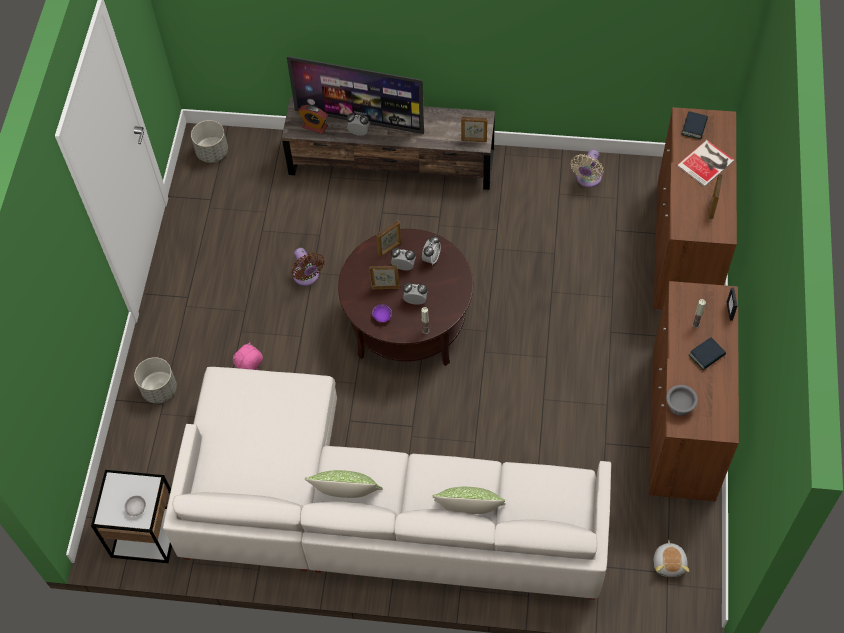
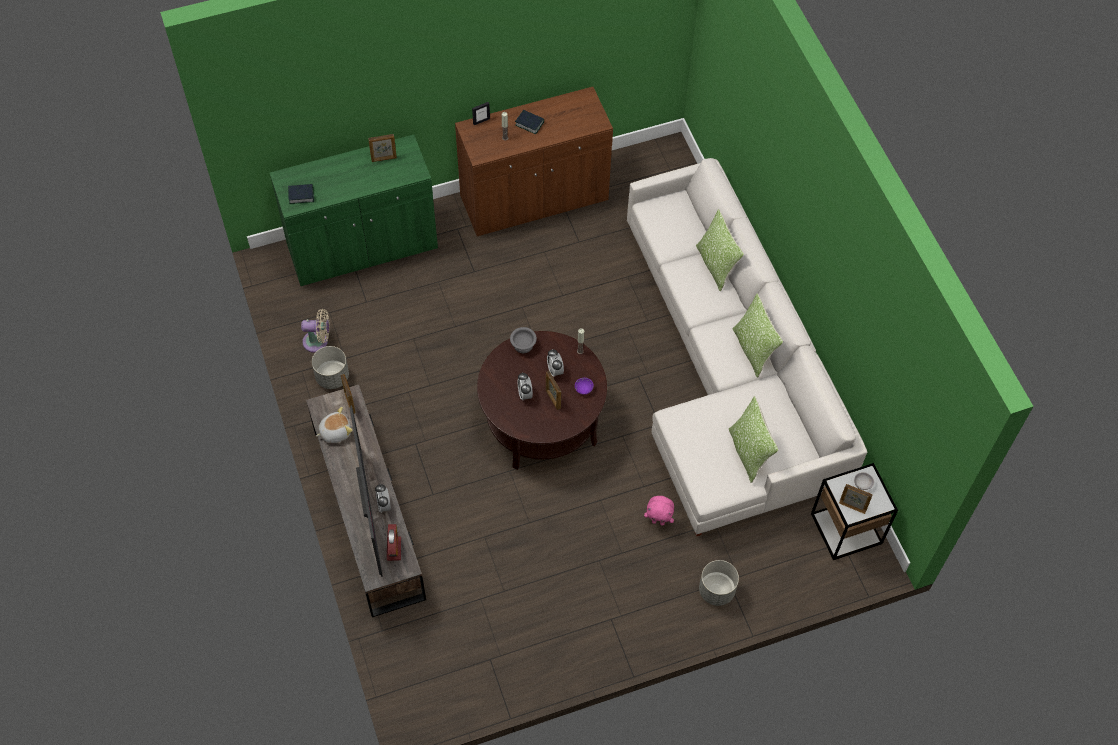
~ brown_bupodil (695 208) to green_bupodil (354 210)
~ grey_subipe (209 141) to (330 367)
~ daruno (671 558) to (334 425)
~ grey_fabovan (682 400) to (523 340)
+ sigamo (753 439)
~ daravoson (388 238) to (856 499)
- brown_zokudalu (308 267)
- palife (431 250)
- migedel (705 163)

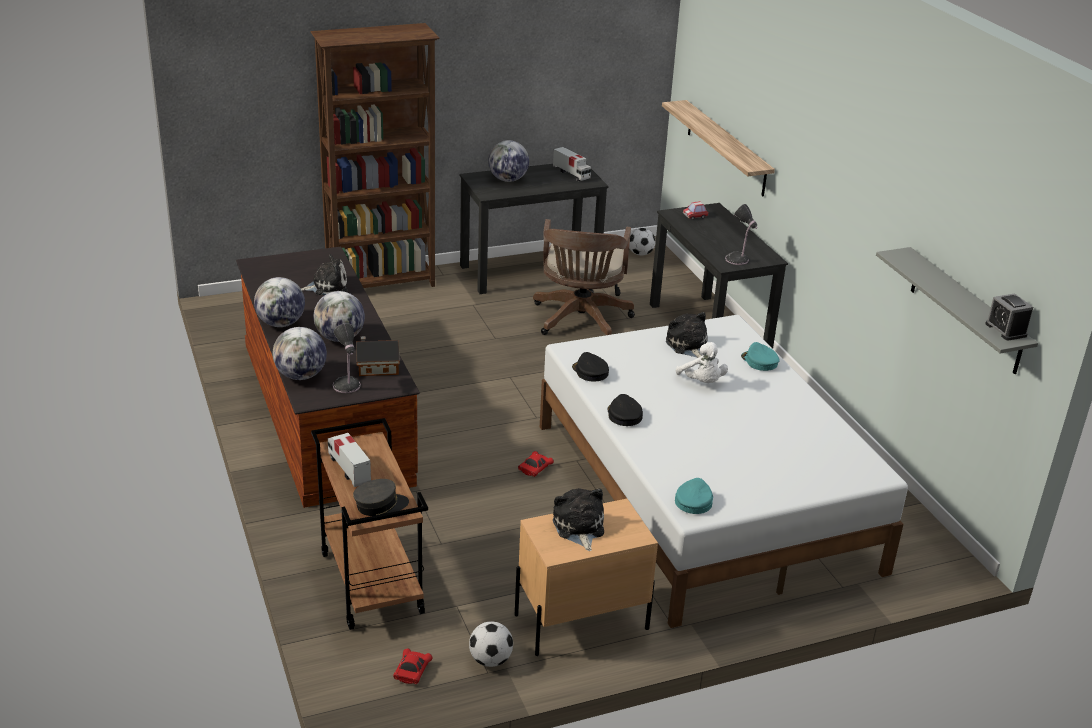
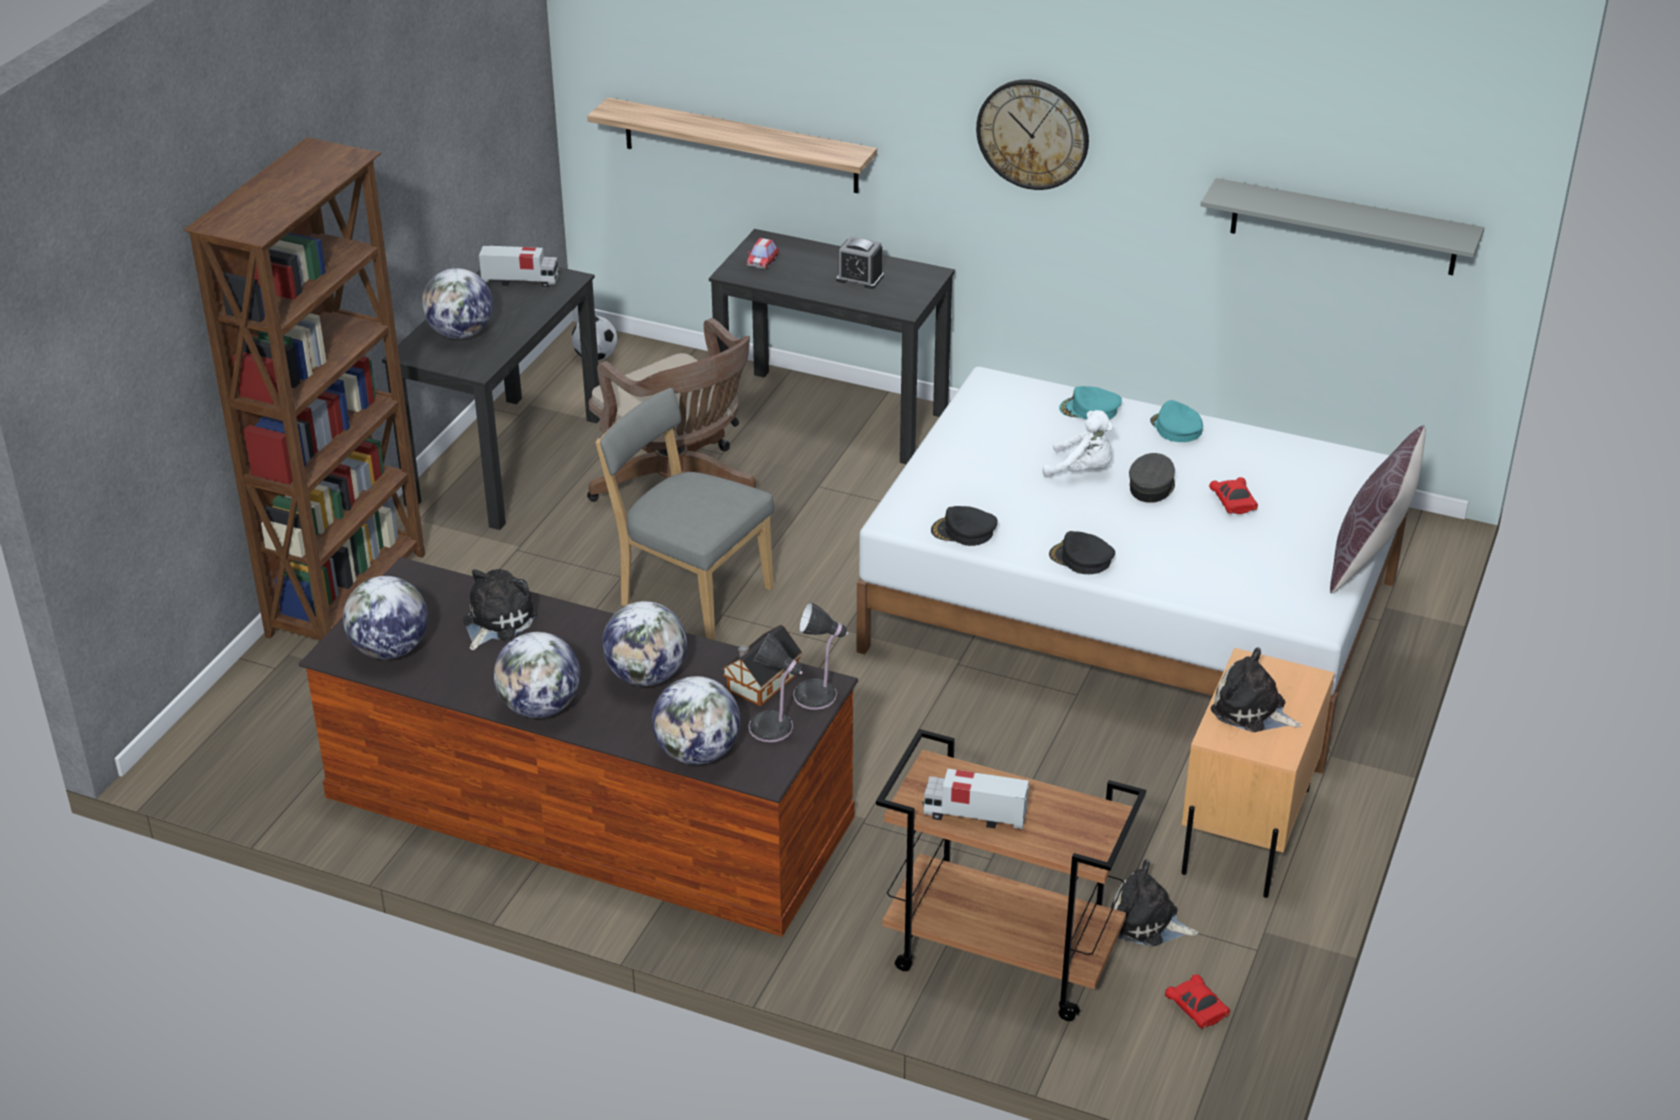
+ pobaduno (385 617)
+ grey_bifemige (684 514)
~ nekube (741 234) to (821 656)
~ palife (1009 317) to (860 262)
+ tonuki (1032 134)
~ daruno (686 335) to (1154 903)
~ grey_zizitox (381 497) to (1152 478)
~ turquoise_zizitox (694 496) to (1176 421)
~ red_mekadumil (536 464) to (1233 495)
+ brown_sigamo (1378 509)
- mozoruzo (491 644)

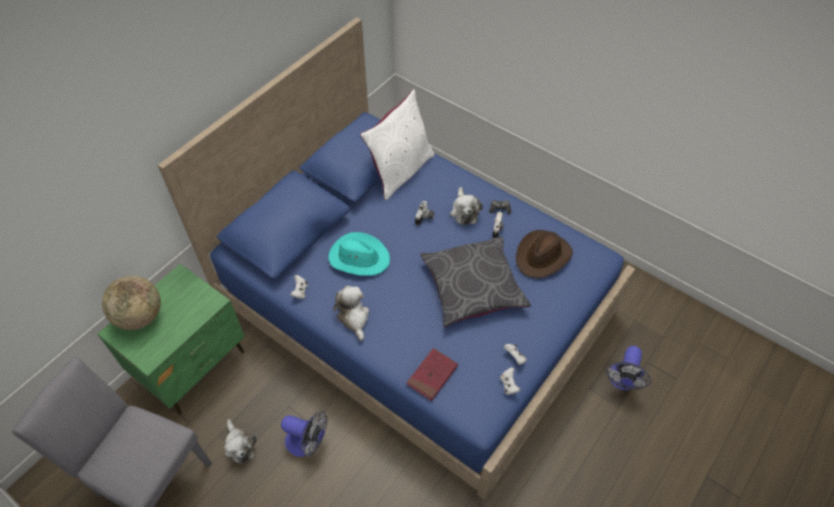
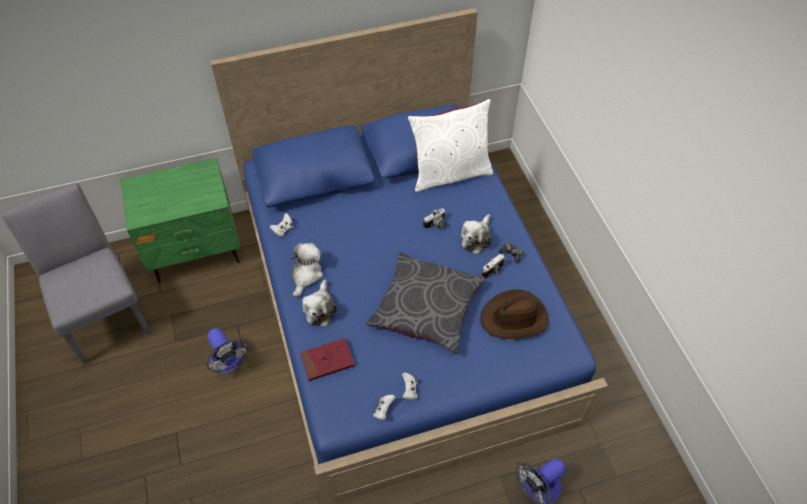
~ daruno (240 441) to (319 302)
- pobaduno (131 303)
- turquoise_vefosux (359 254)

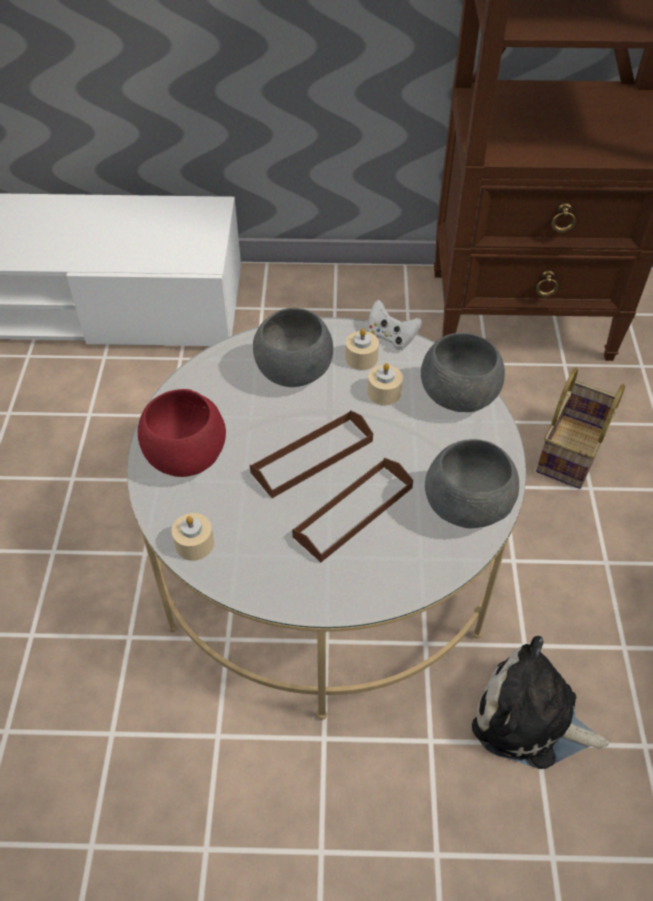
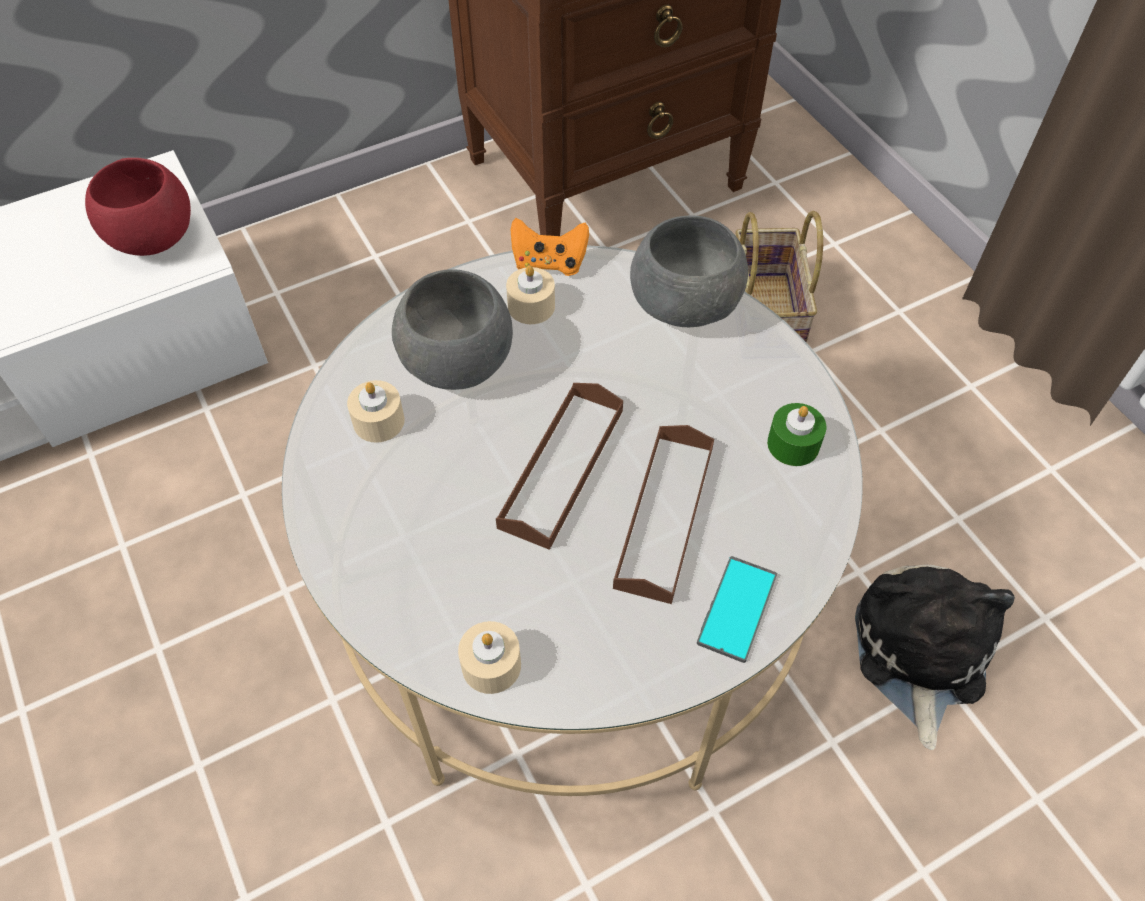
~ red_fabovan (182 433) to (138 207)
~ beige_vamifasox (385 384) to (376 411)
~ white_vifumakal (394 325) to orange_vifumakal (550 247)
+ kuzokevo (737 609)
~ grey_fabovan (472 483) to green_vamifasox (796 434)
~ daruno (540 702) = (935 657) 105 degrees clockwise

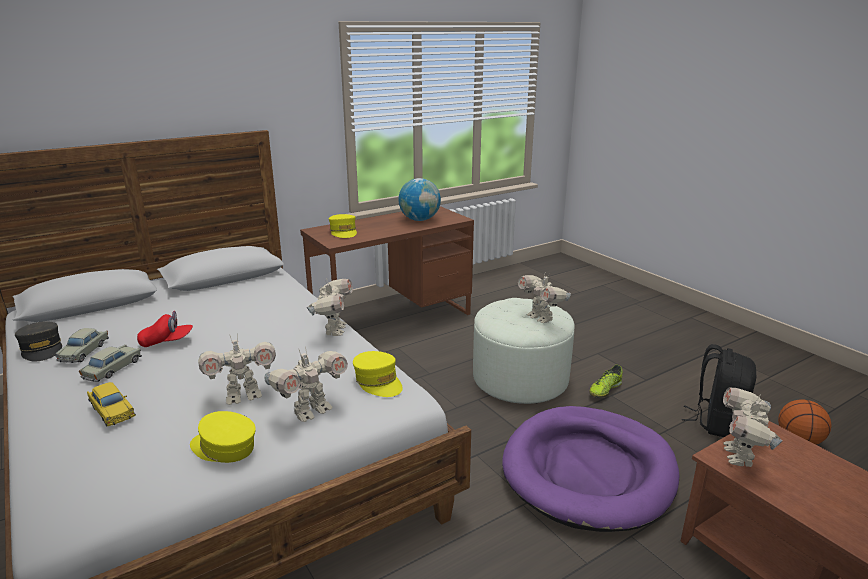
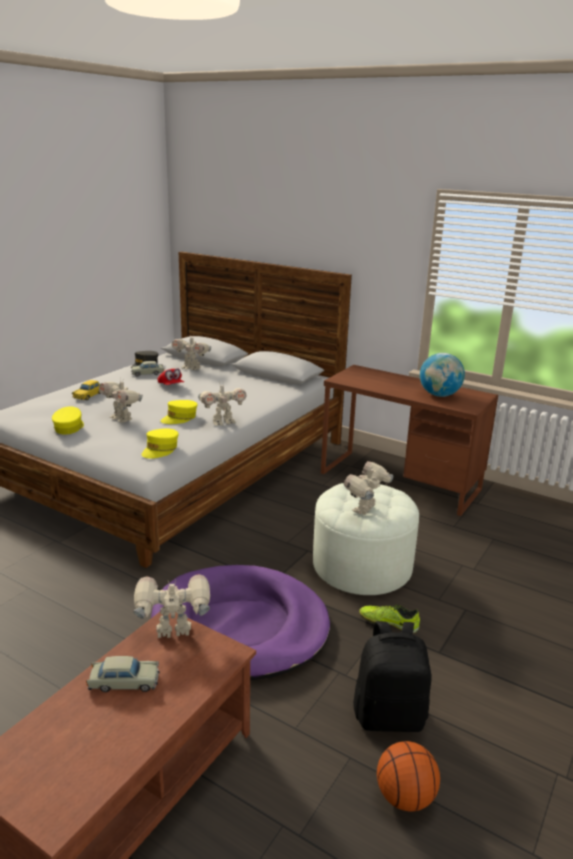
~ beige_mekadumil (110 363) to (123 674)
~ yellow_zizitox (343 226) to (179 412)
~ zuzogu (306 384) to (191 352)

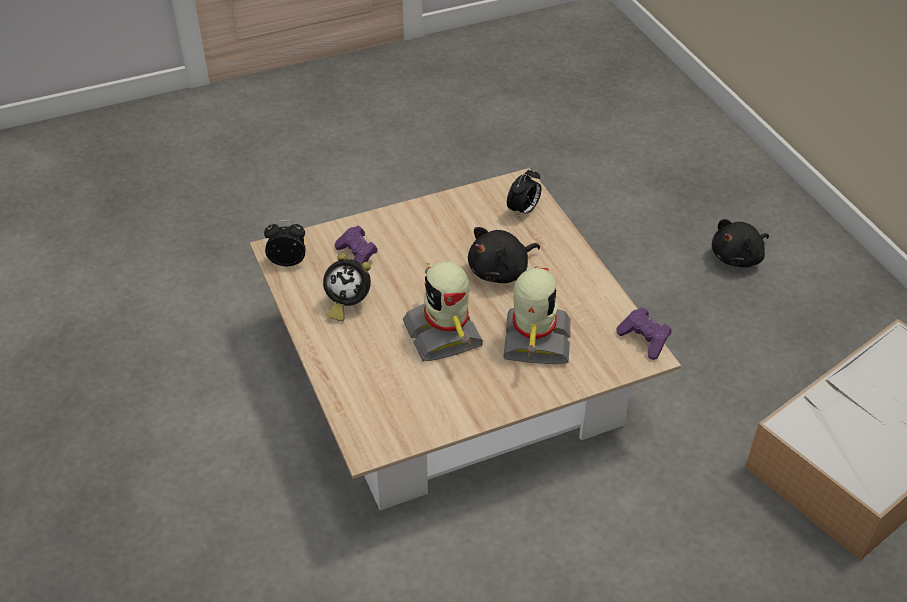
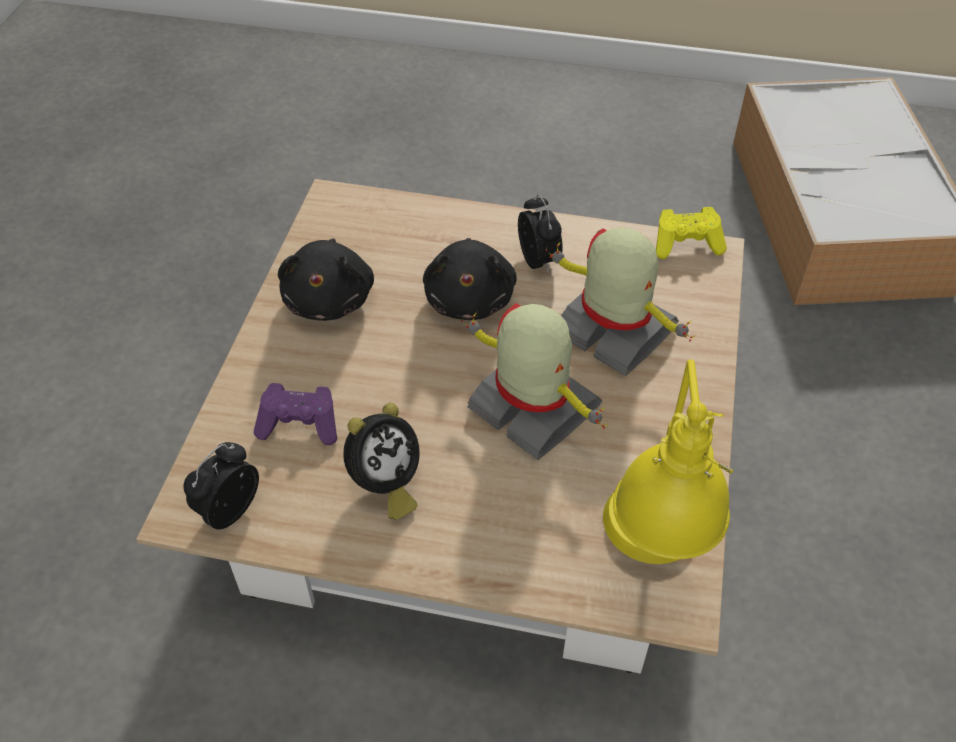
~ black_daruno (740 243) to (326 280)
~ zuzogu (443 311) = (534 381) 150 degrees counterclockwise
~ palife (524 193) to (540 233)
+ yellow_nekube (668 461)
~ purple_vifumakal (643 333) to yellow_vifumakal (691 233)

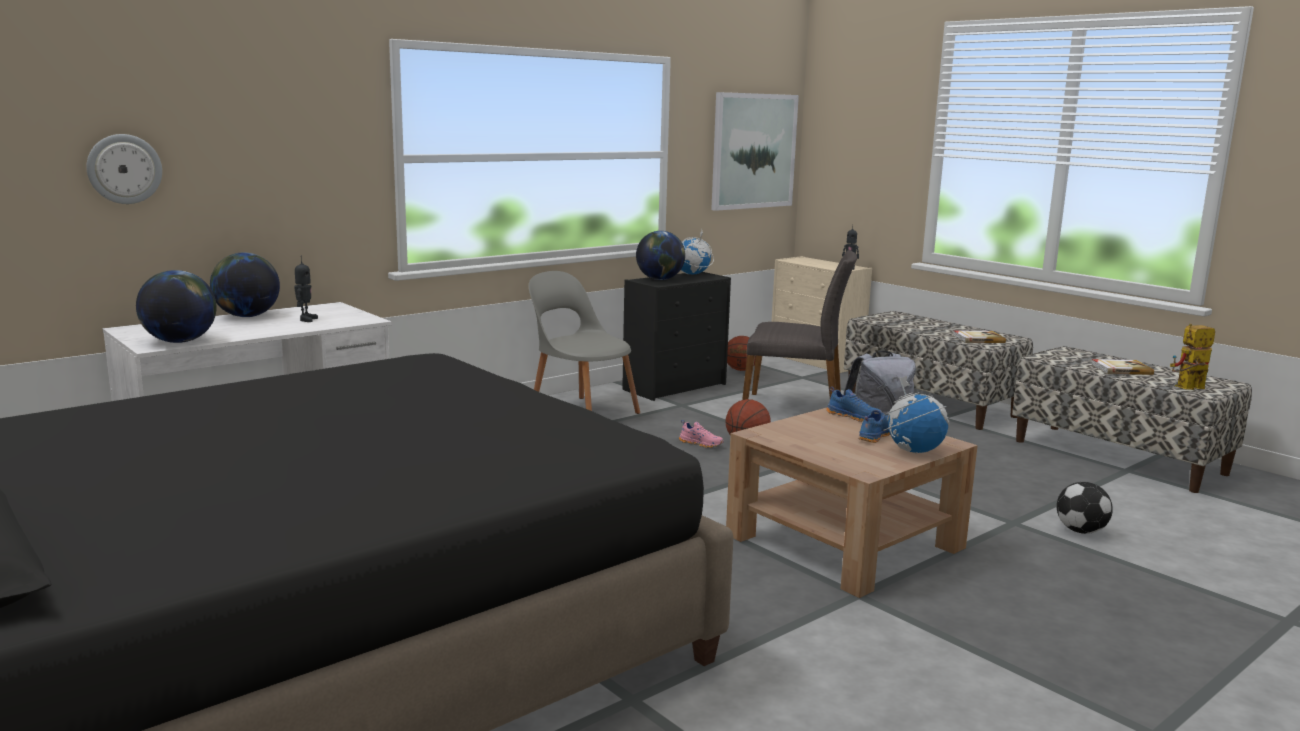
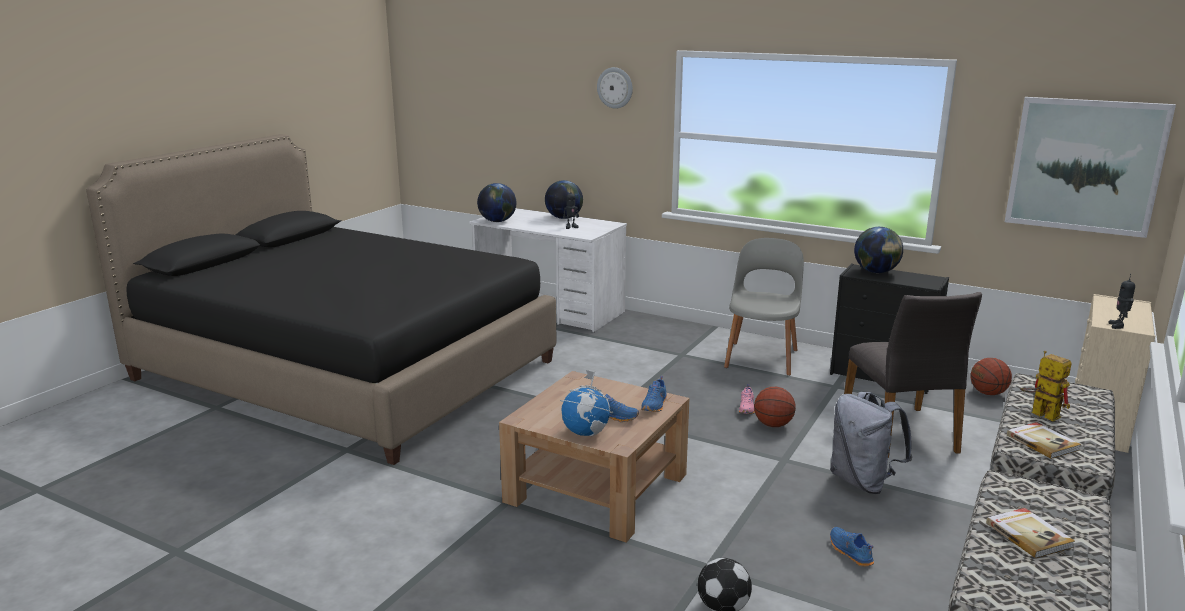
~ tonuki (124 169) to (615 88)
+ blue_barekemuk (852 546)
~ zuzogu (1192 356) to (1046 386)
- pobaduno (697 252)

